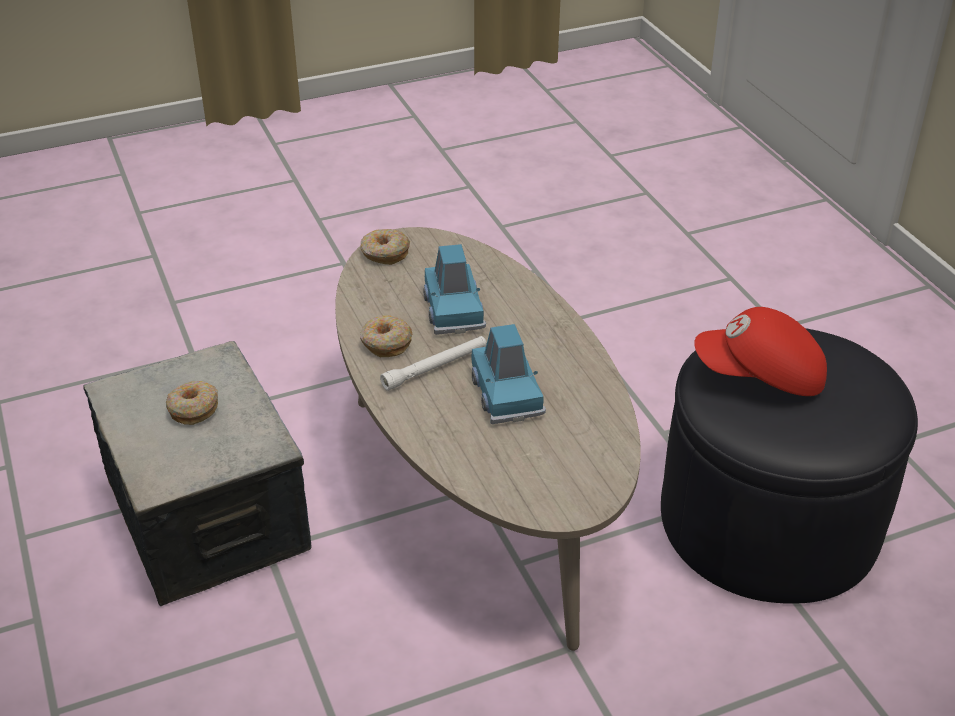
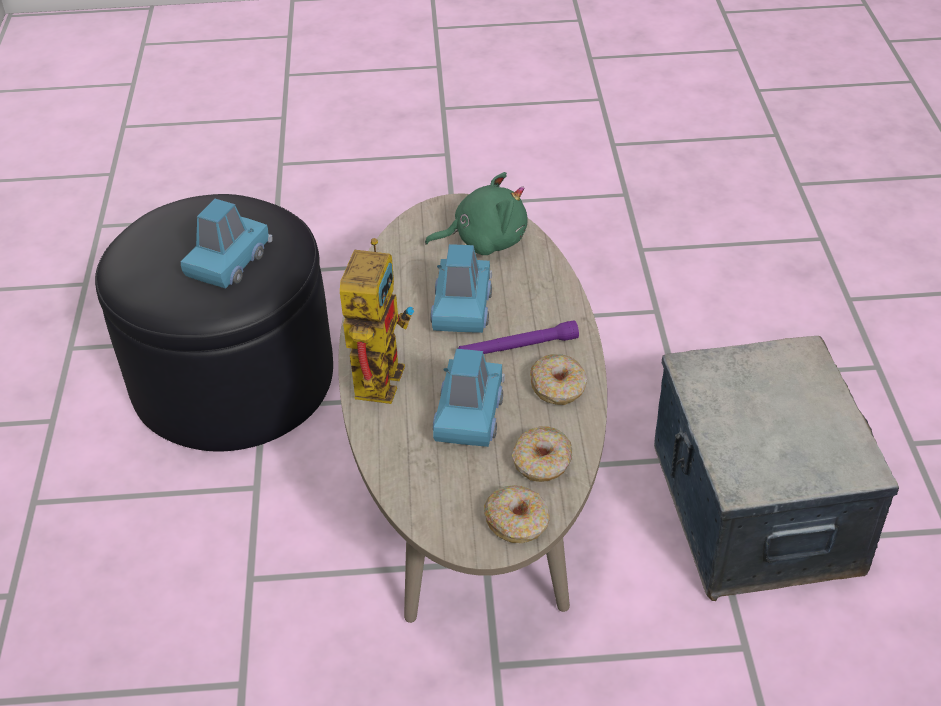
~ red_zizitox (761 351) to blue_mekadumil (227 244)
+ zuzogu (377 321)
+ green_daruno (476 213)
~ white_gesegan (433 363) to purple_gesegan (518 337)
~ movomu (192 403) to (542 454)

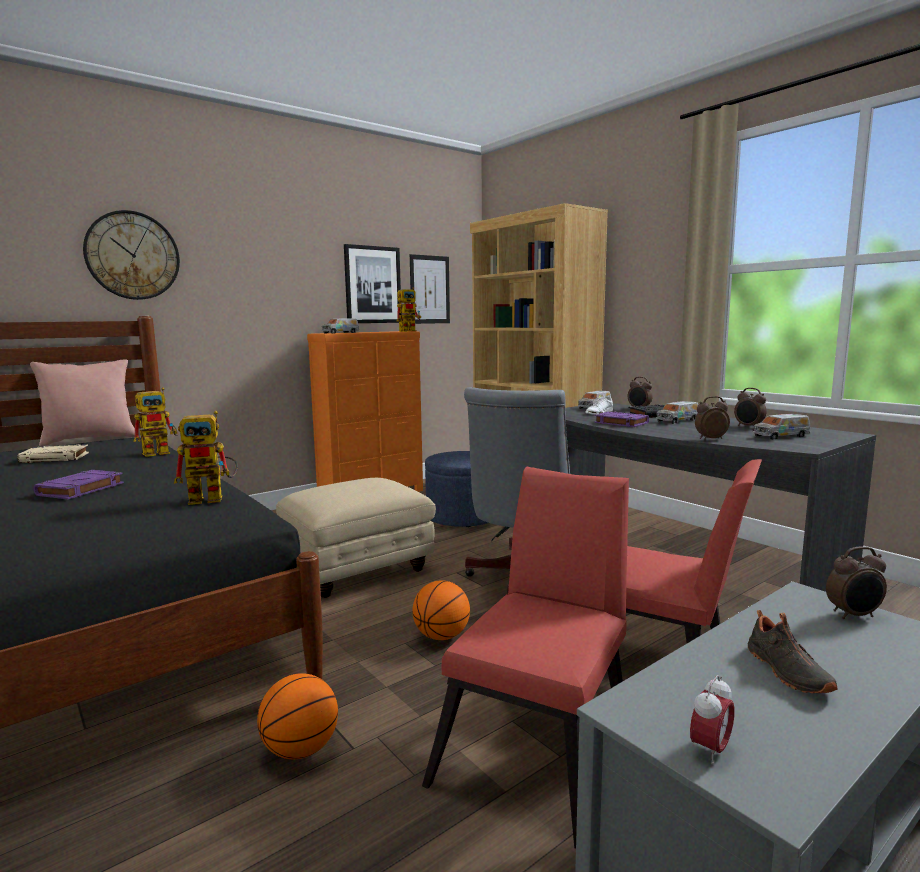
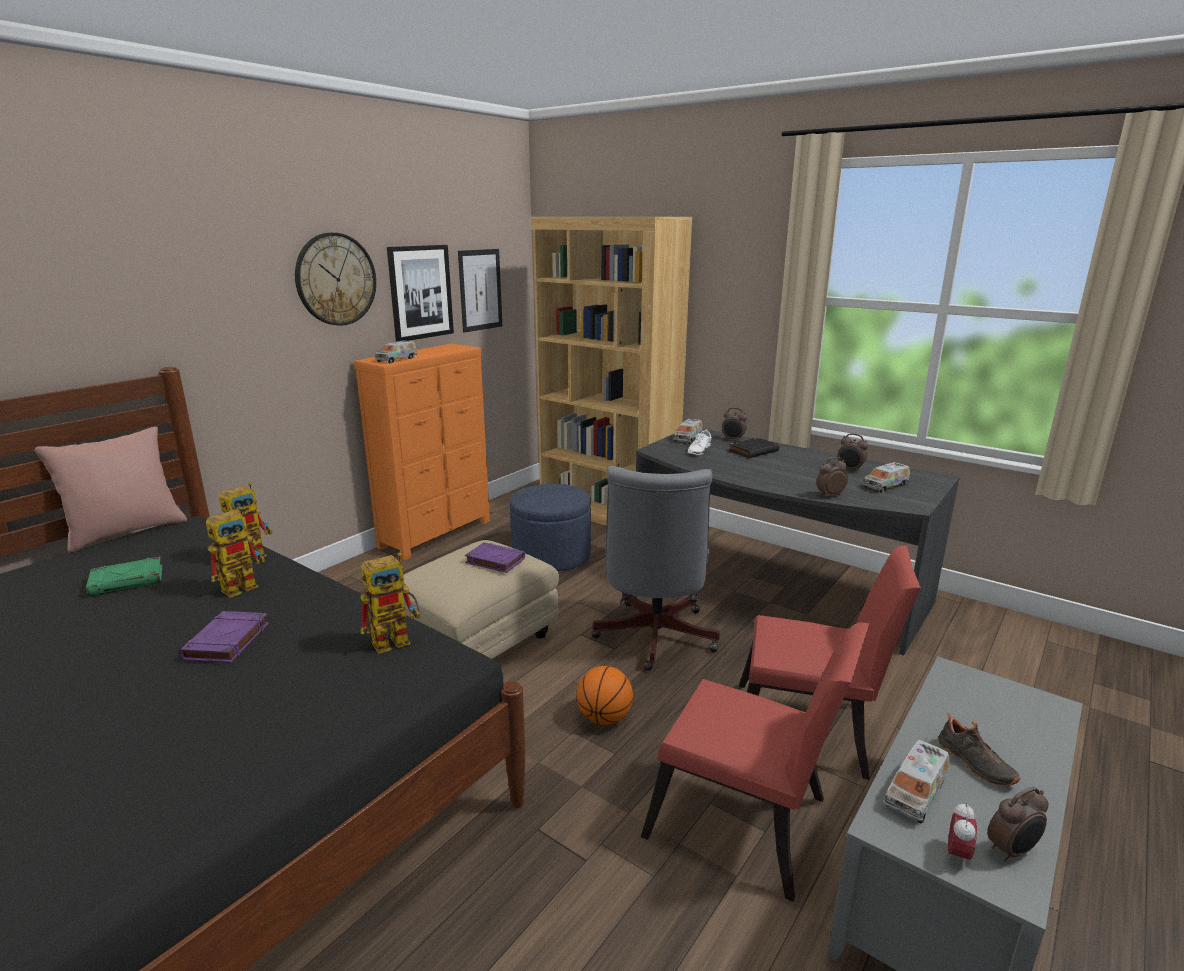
~ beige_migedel (53 453) to green_migedel (124 577)
~ zuzogu (409 309) to (235 552)
~ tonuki (131 255) to (335 279)
~ purple_migedel (621 419) to (495 557)
~ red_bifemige (525 658) = (755 762) 105 degrees clockwise
~ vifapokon (677 412) to (916 782)
~ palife (856 582) to (1018 824)
- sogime (297 716)

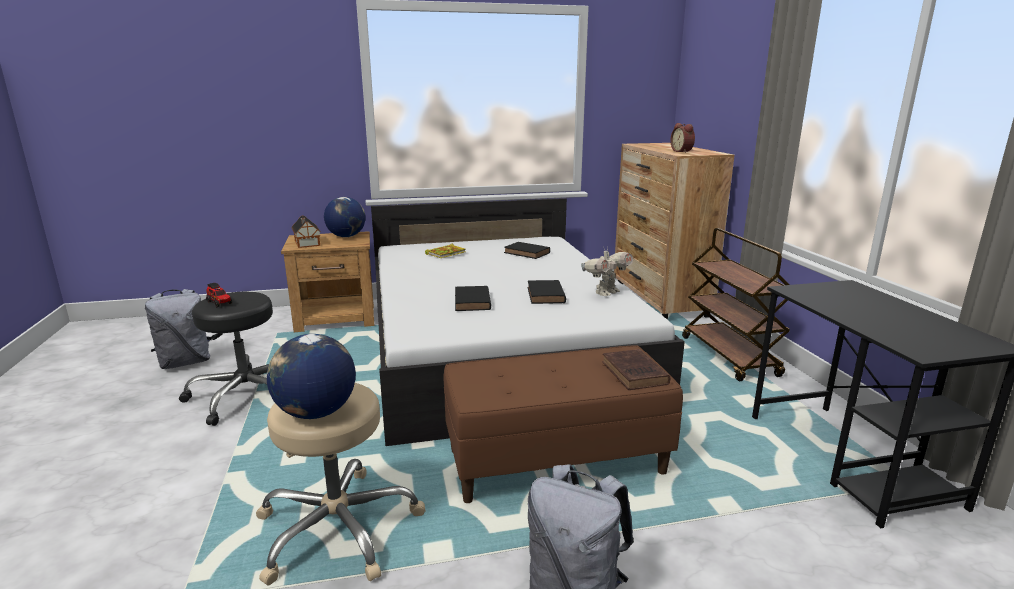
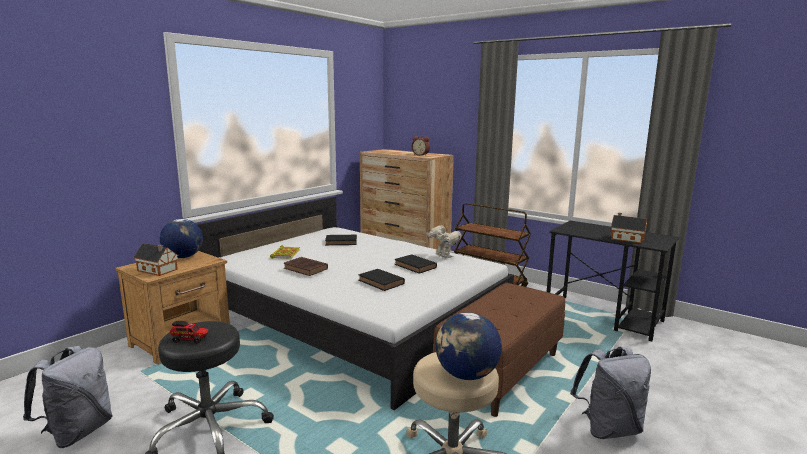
~ brown_migedel (636 369) to (306 266)
~ zuzogu (607 272) = (444 241) 45 degrees counterclockwise
+ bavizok (629 228)

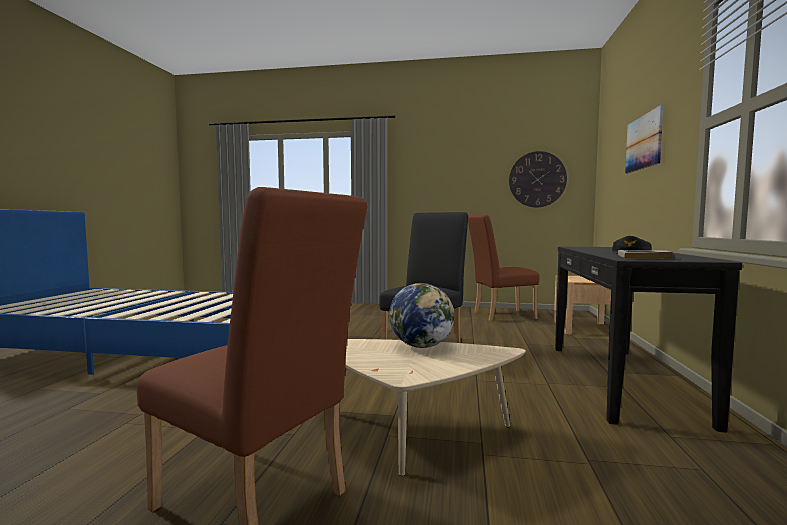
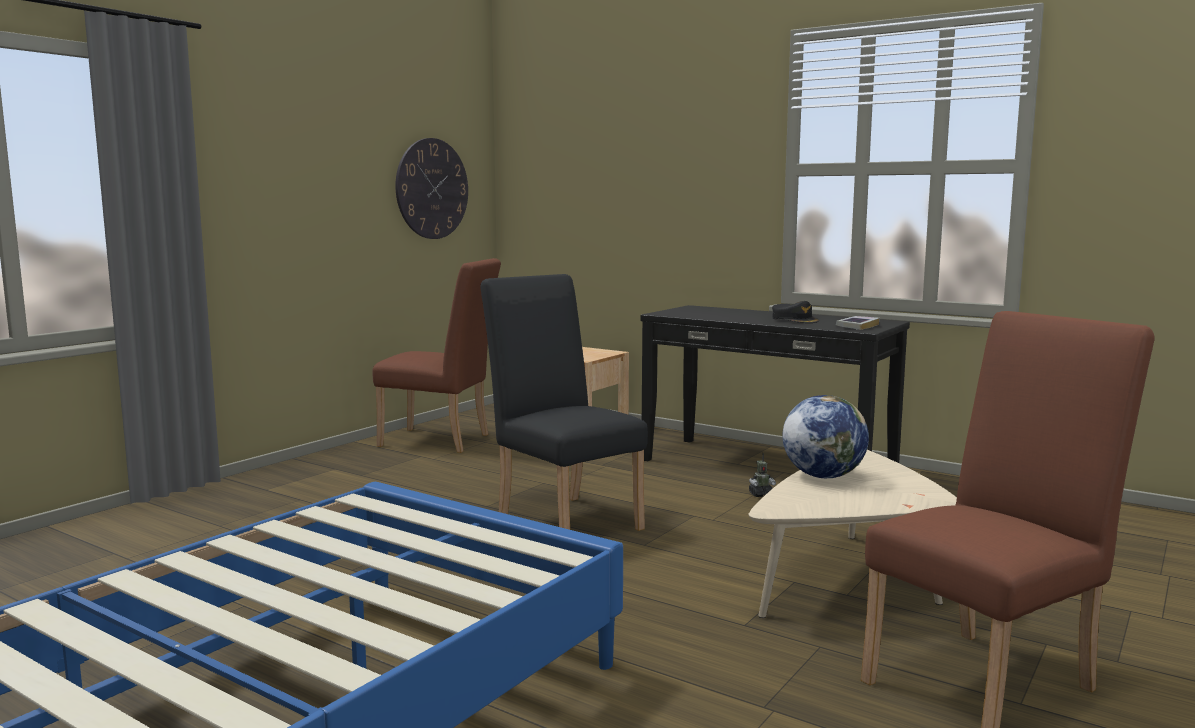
~ brown_bifemige (503 268) = (437 355) 90 degrees counterclockwise
+ zuzogu (762 475)
- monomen (644 139)

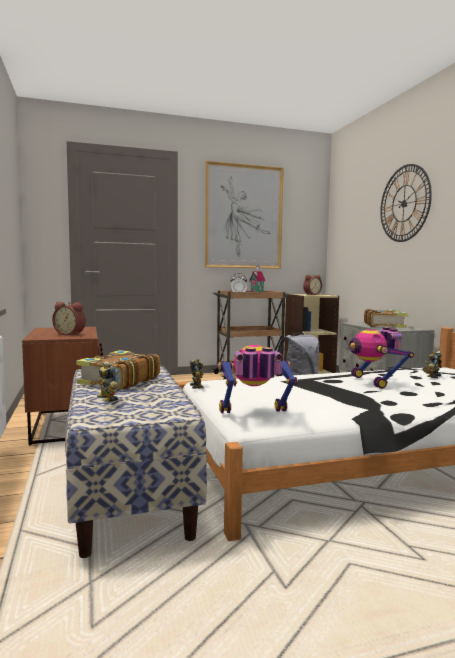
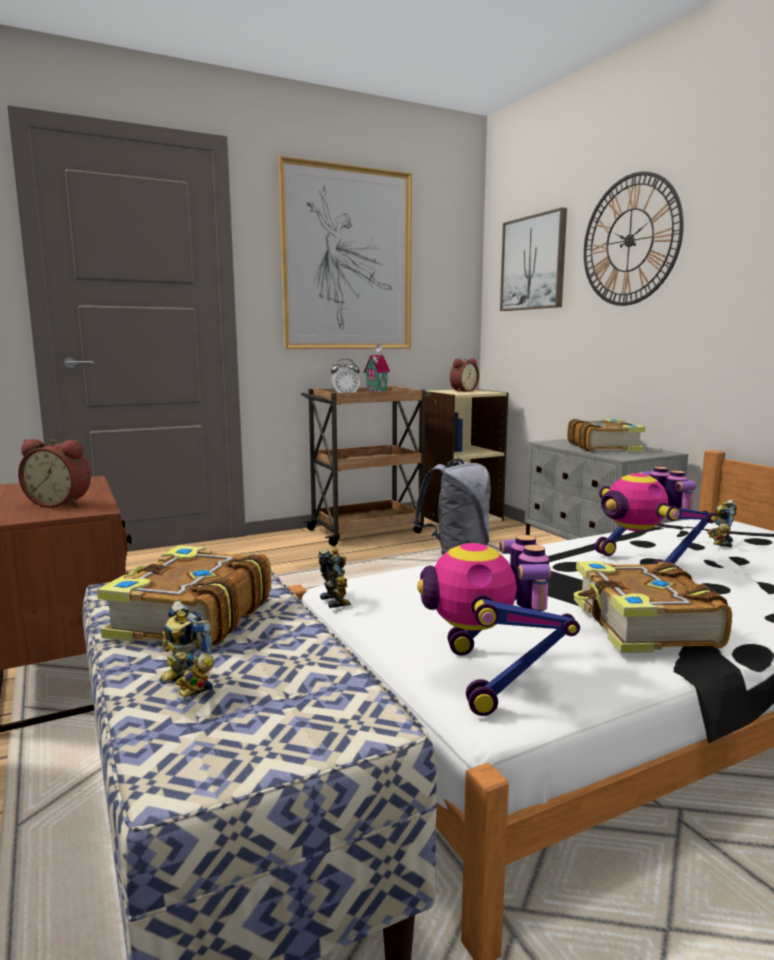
~ zuzogu (257 379) = (498 625) 75 degrees counterclockwise
+ monomen (533 259)
+ migedel (653 607)

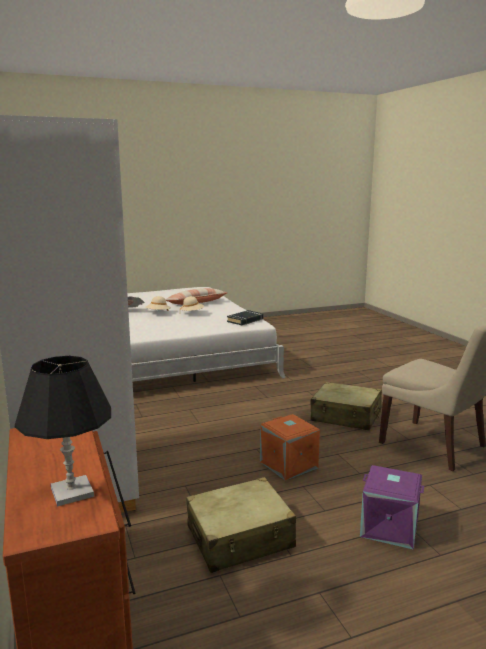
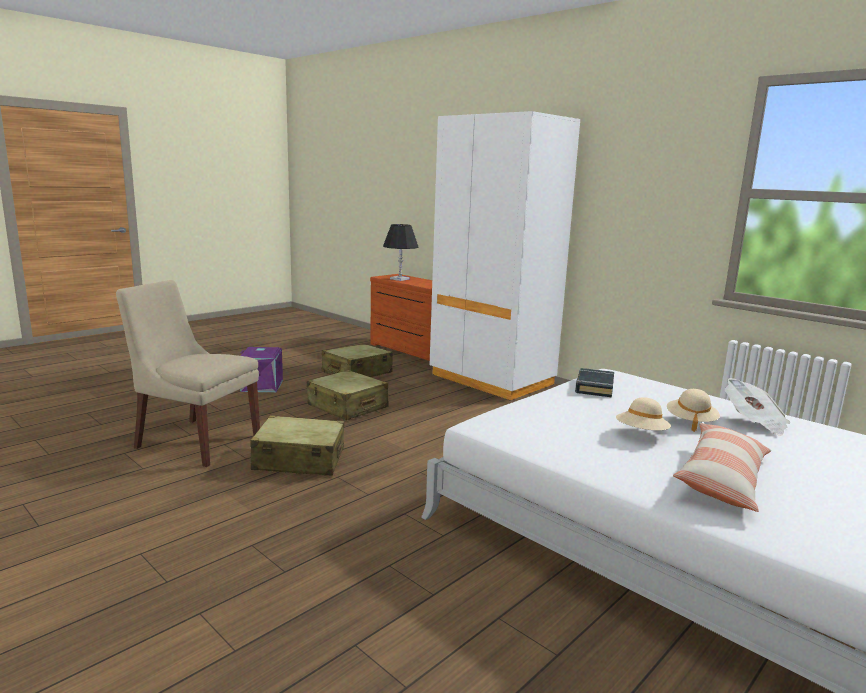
~ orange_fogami (290 447) to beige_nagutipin (347 395)
~ black_migedel (245 317) to (594 382)

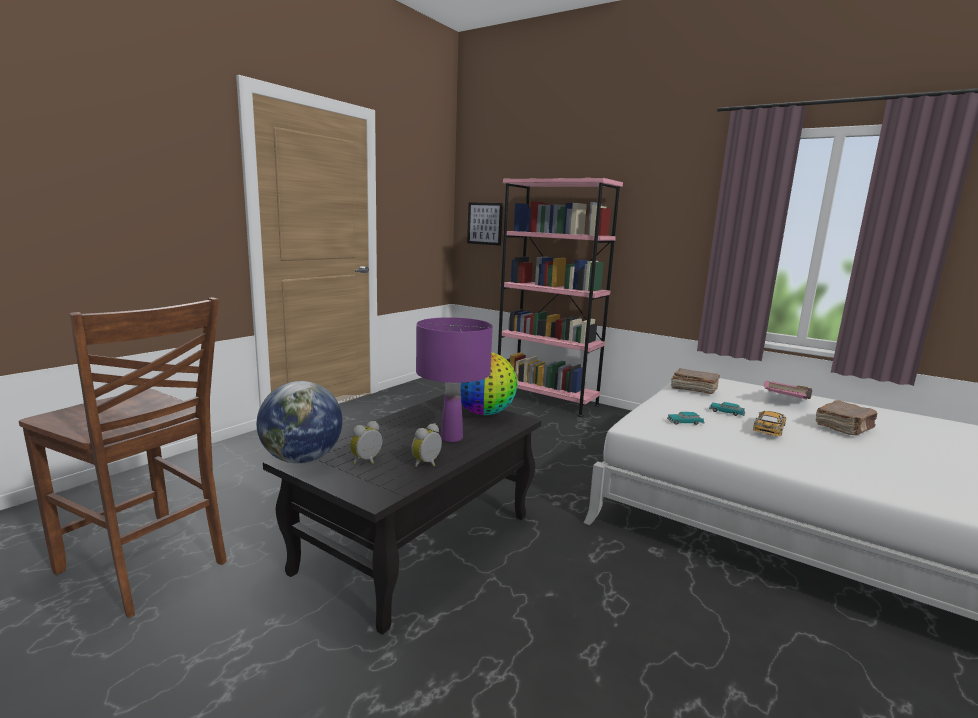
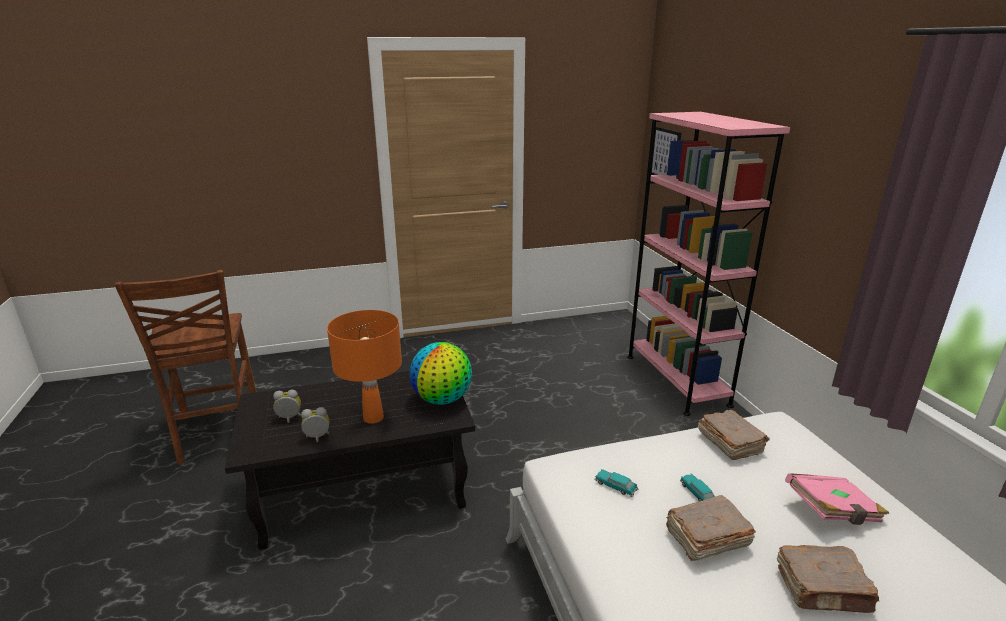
~ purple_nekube (454 379) to orange_nekube (364 367)
~ mekadumil (769 423) to brown_migedel (711 528)
- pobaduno (300 422)

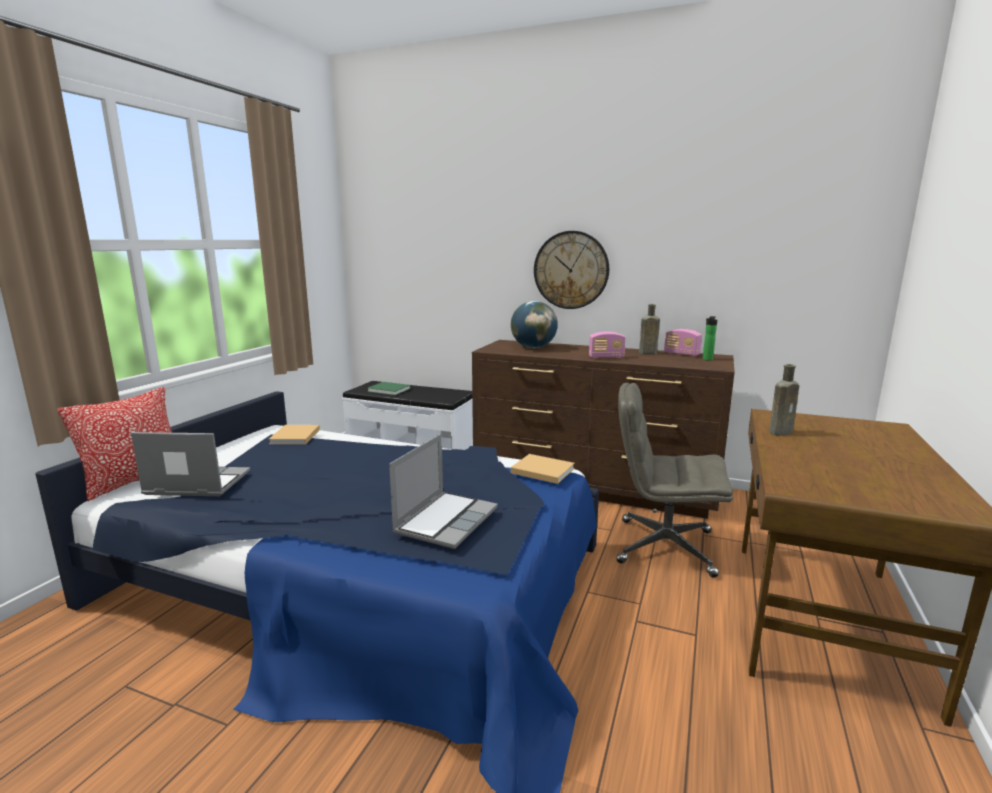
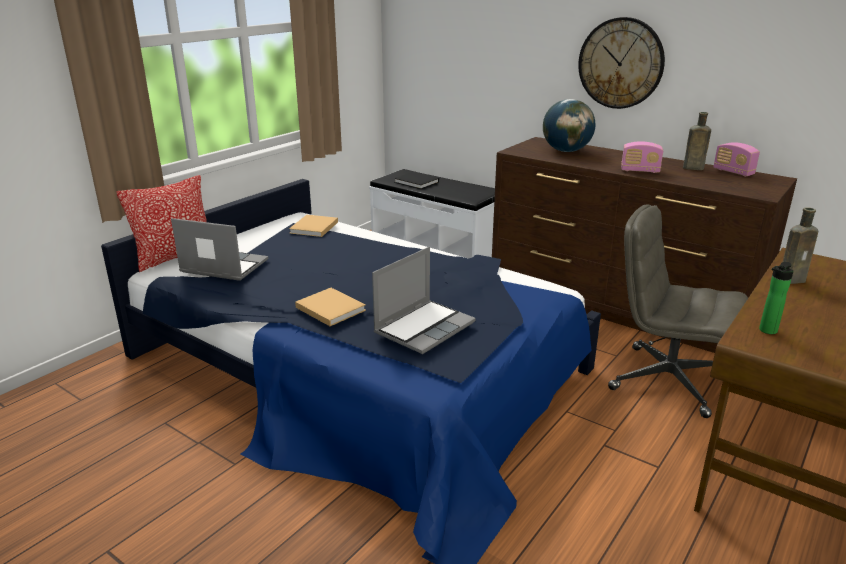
~ beige_migedel (542 469) to (330 307)
~ green_migedel (389 388) to black_migedel (416 180)
~ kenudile (710 338) to (776 298)

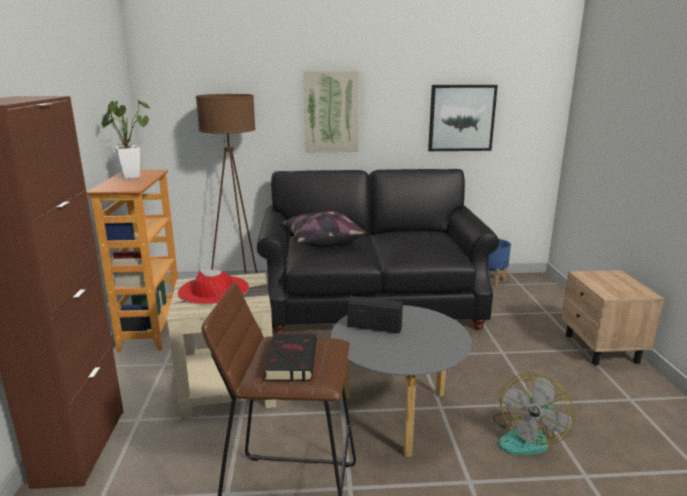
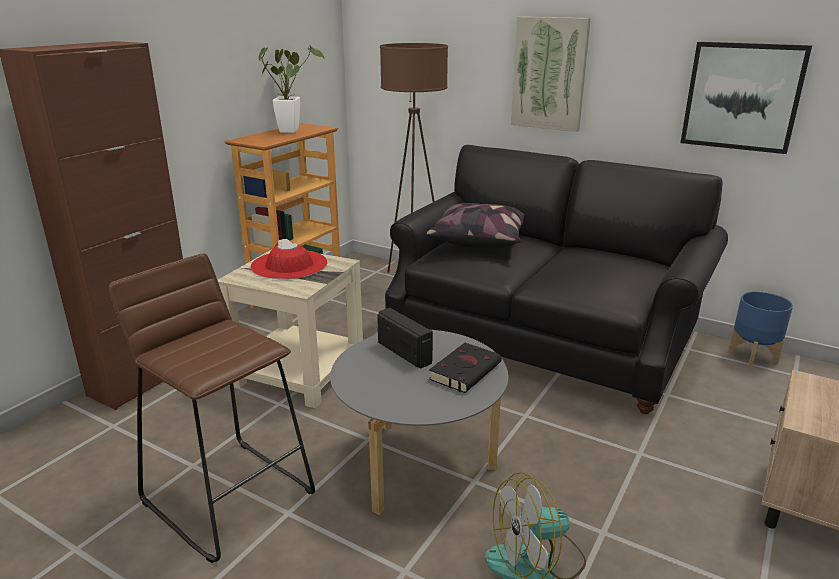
~ black_migedel (290 358) to (465 368)

